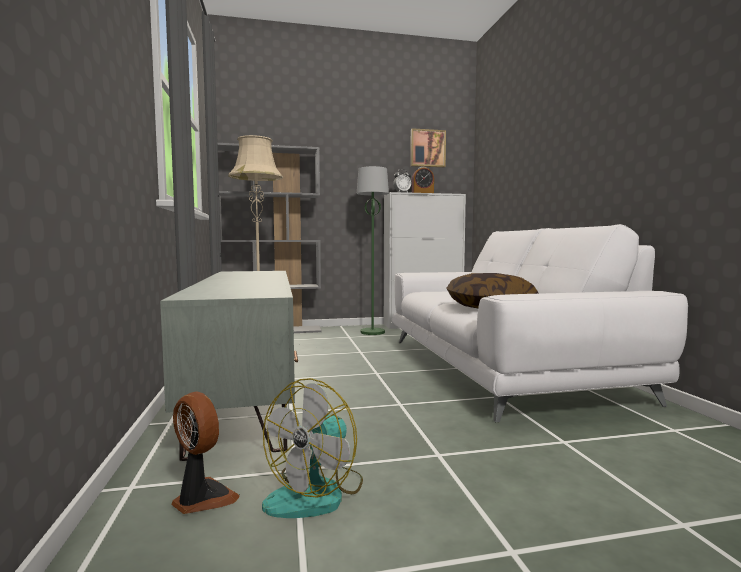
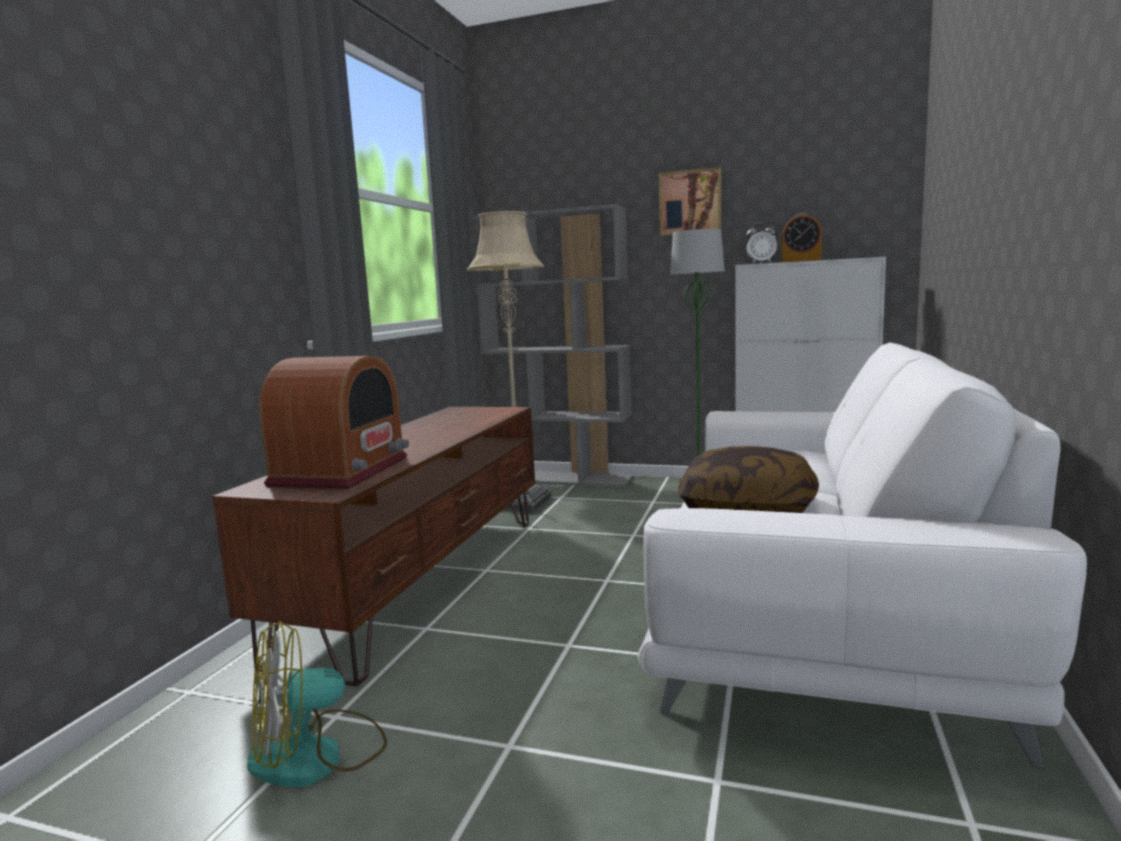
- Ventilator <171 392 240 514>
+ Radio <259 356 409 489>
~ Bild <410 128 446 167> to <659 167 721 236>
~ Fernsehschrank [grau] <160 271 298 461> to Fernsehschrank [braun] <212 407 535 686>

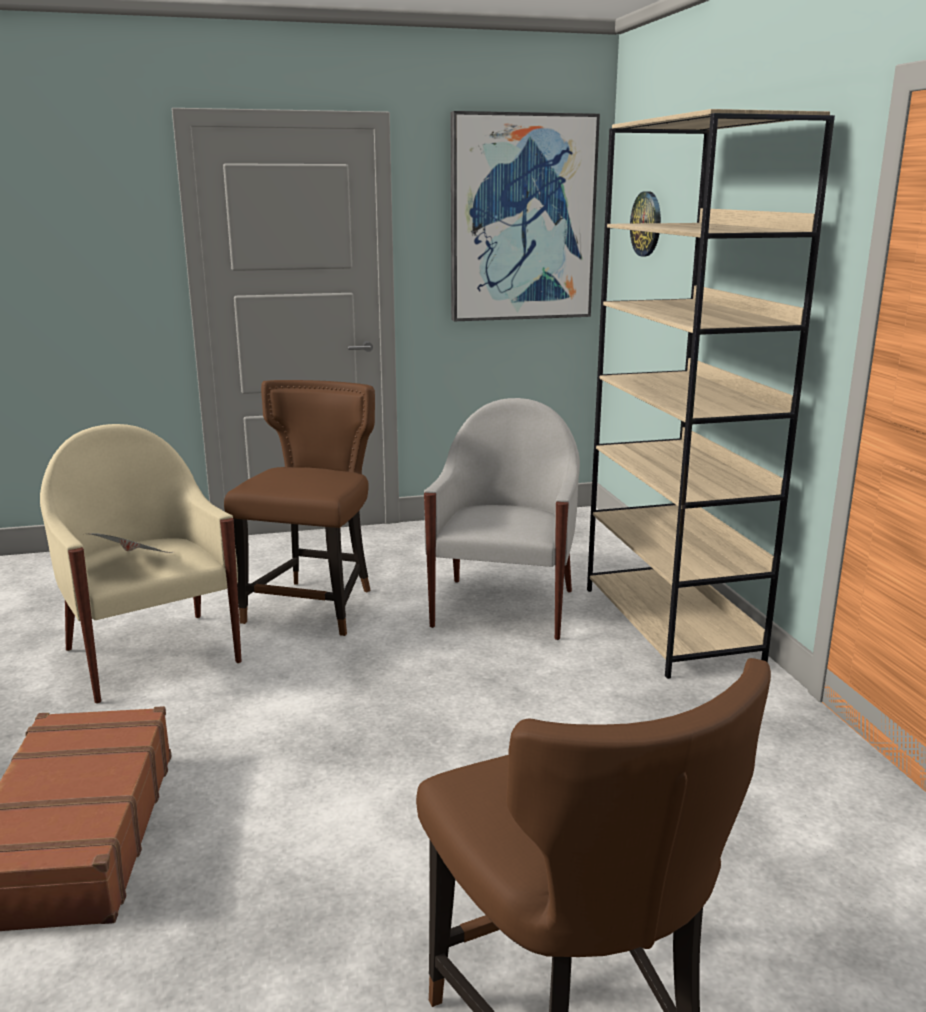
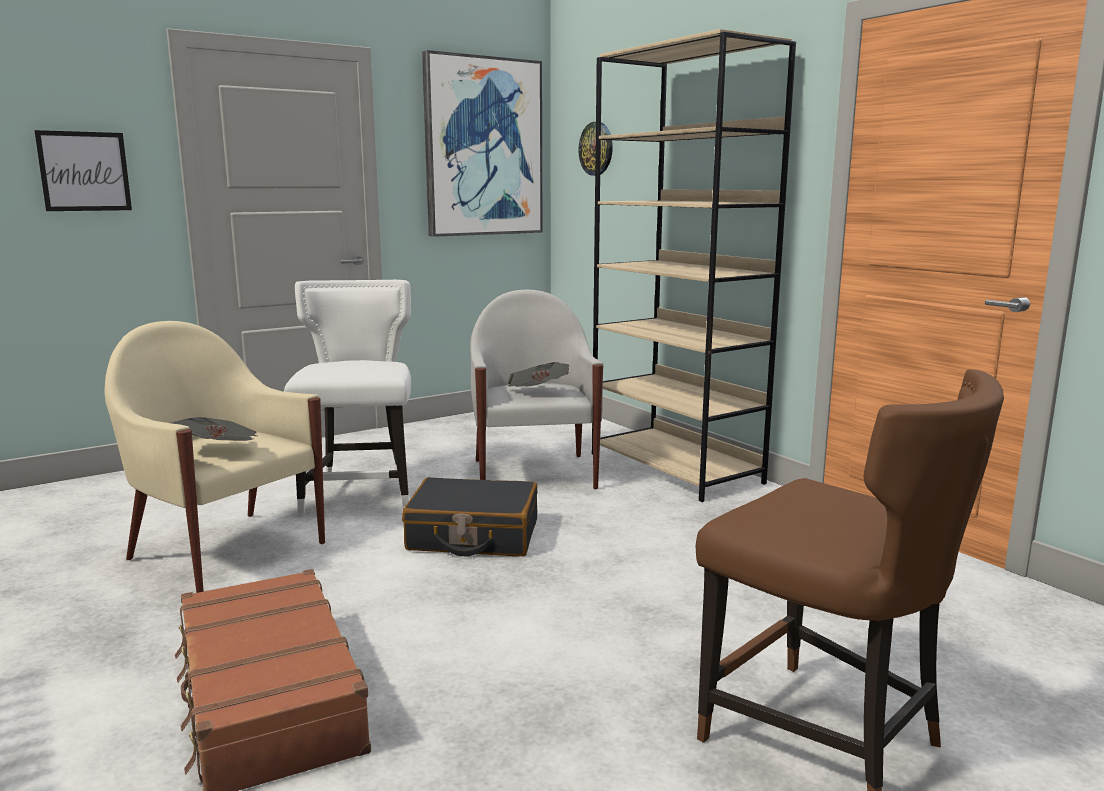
+ Bild <34 130 132 211>
+ Koffer [schwarz] <402 477 537 556>
+ Zeitung <507 362 569 387>
~ Stuhl [braun] <224 380 375 636> to Stuhl [weiß] <284 280 411 515>

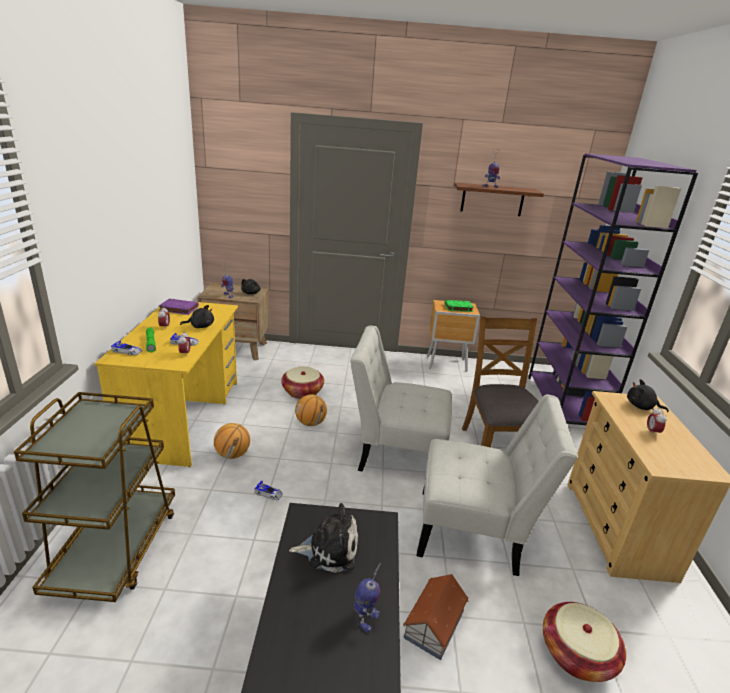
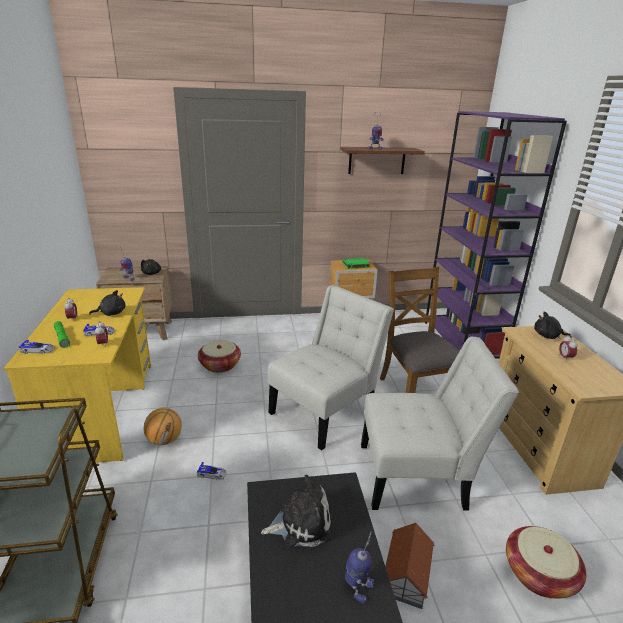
- Buch [lila] <159 299 199 315>
- Basketball <295 394 327 426>
~ Stuhl [weiß] <350 326 452 471> = <268 285 394 451> 135 degrees clockwise

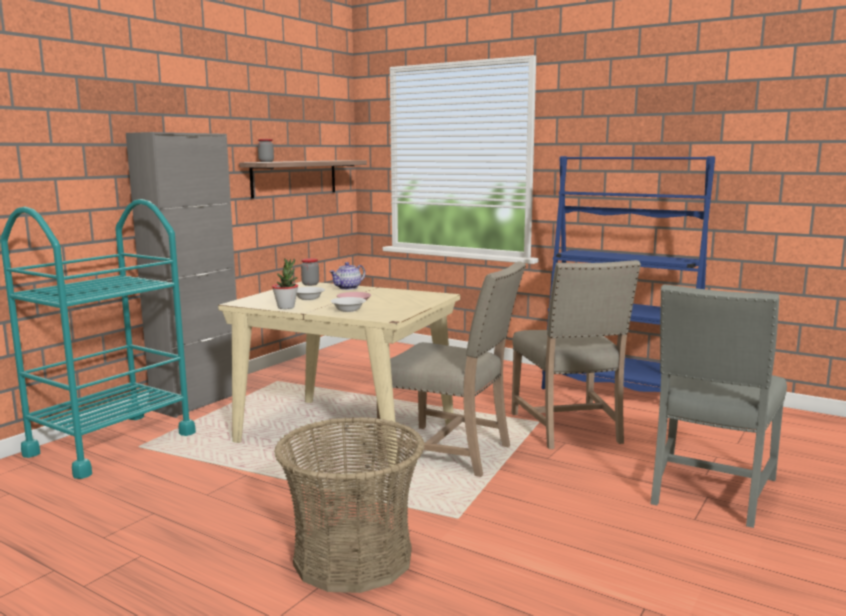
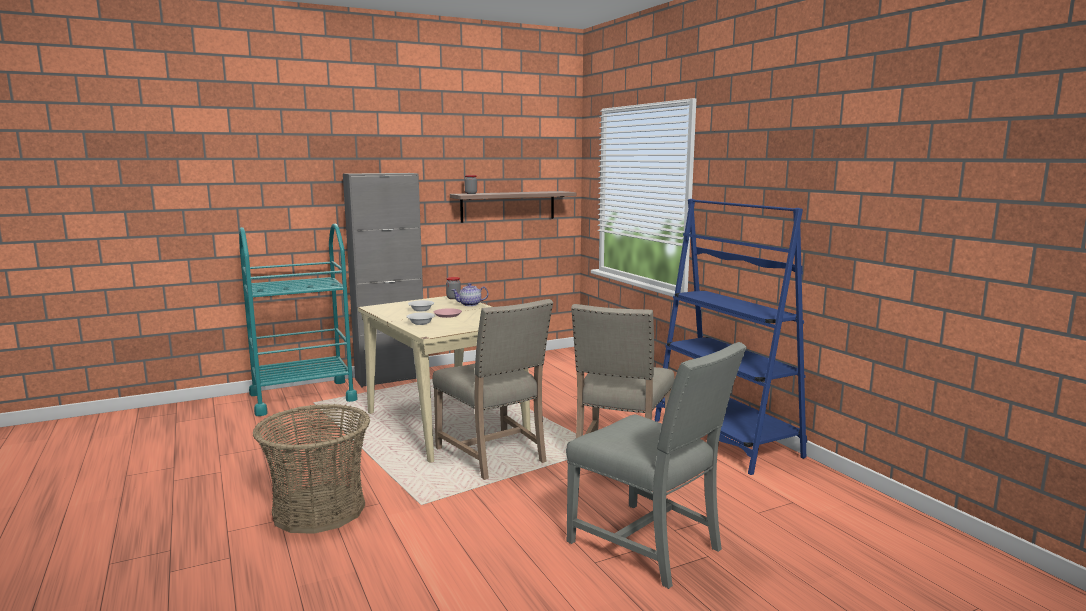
- Topfpflanze <272 258 298 309>
~ Stuhl [grau] <651 284 787 528> = <566 342 747 589> 105 degrees counterclockwise

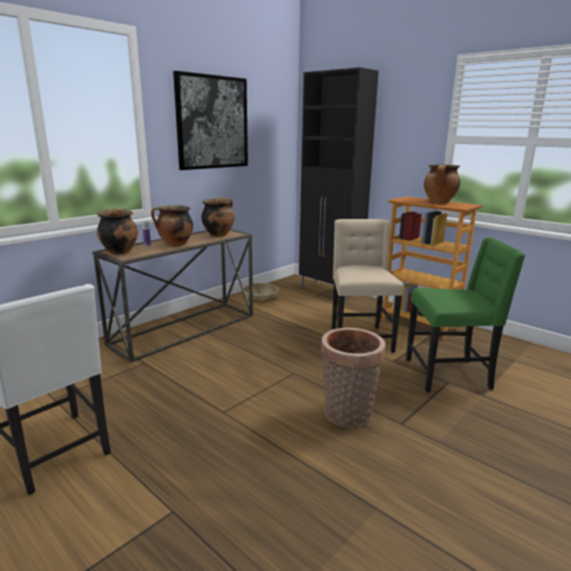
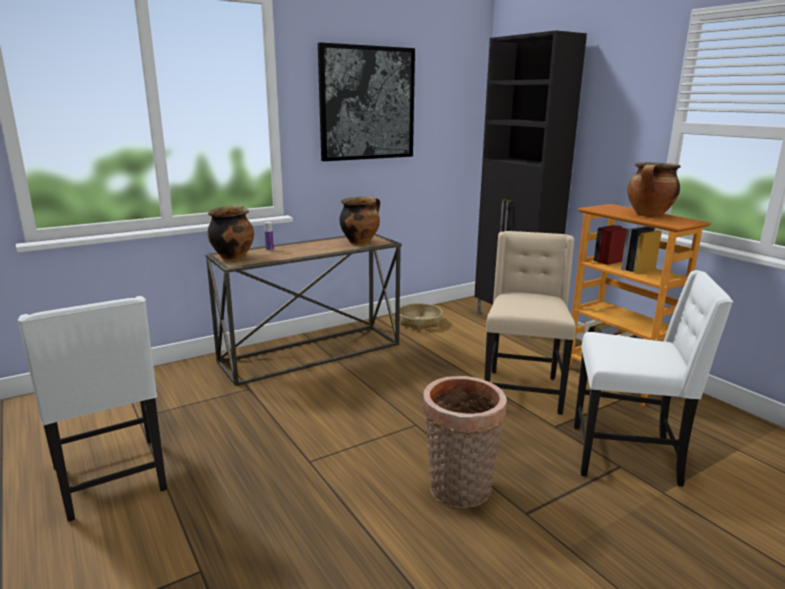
- Kochtopf <151 205 193 246>
~ Stuhl [grün] <406 237 525 392> to Stuhl [weiß] <574 270 733 487>

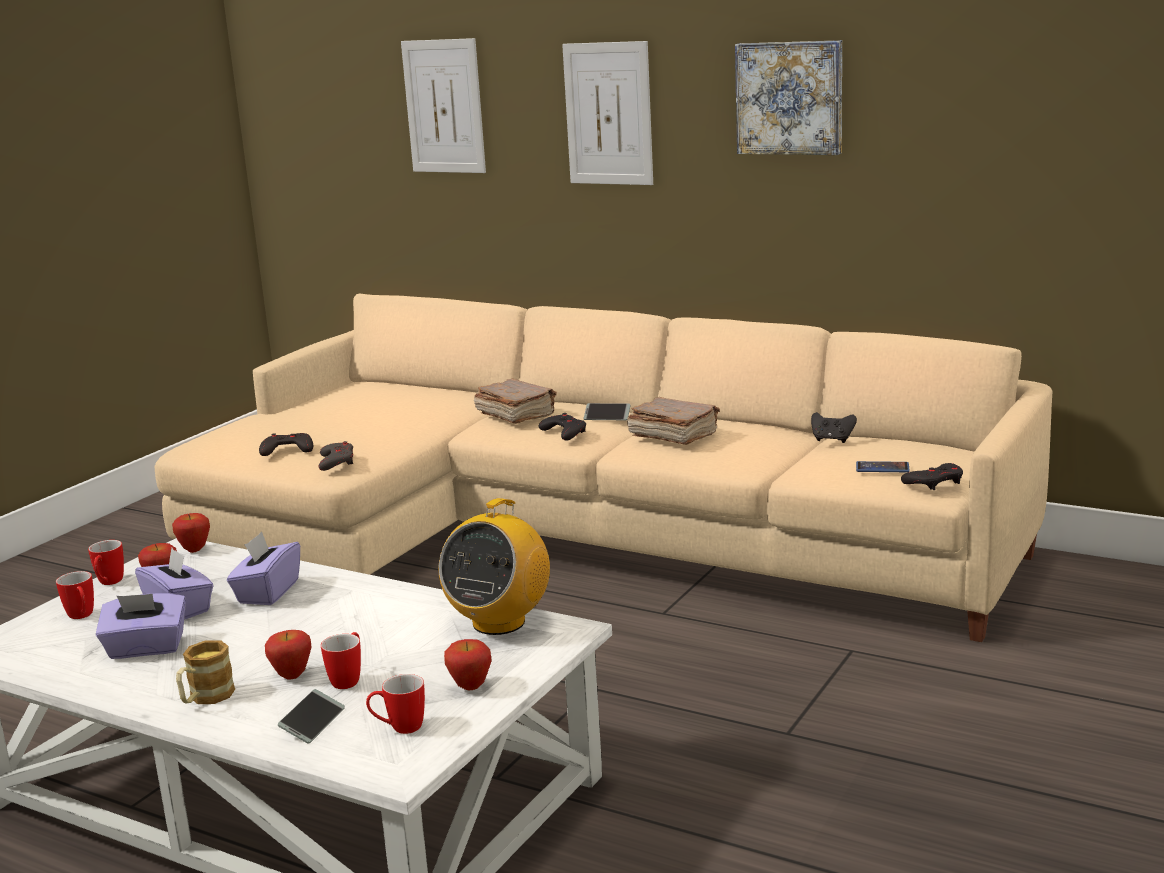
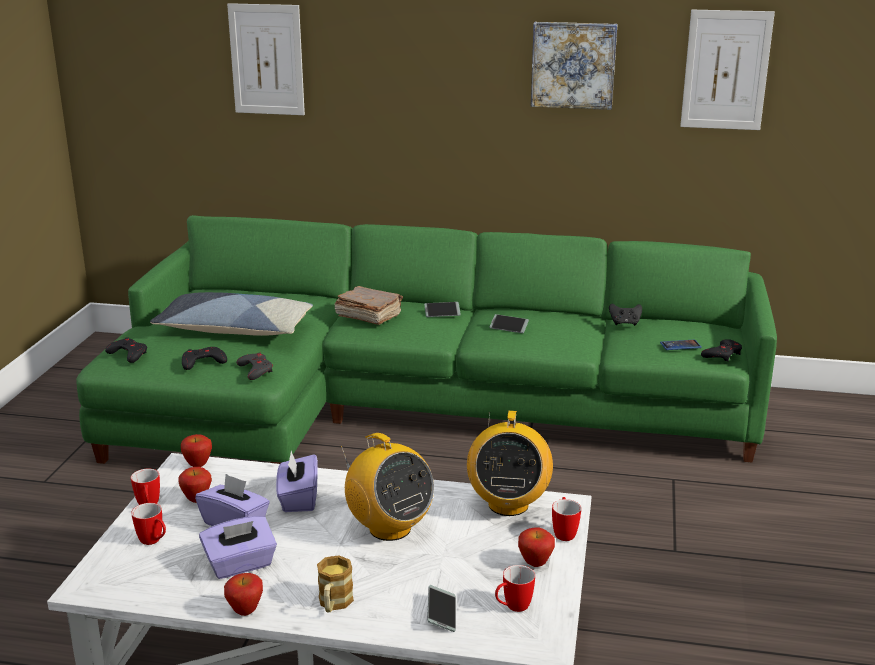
+ Kissen <150 292 313 336>
+ Radio <341 433 434 541>
~ Apfel <265 630 312 679> to <224 573 263 616>
~ Henkelbecher <321 632 361 689> to <552 497 581 541>
~ Gamepad [schwarz] <539 413 586 441> to <105 337 147 363>
~ Bild <562 41 653 185> to <680 10 775 130>
~ Buch [braun] <627 397 720 445> to Handy <490 314 529 333>
~ Sofa [beige] <154 293 1052 642> to Sofa [grün] <76 215 777 464>

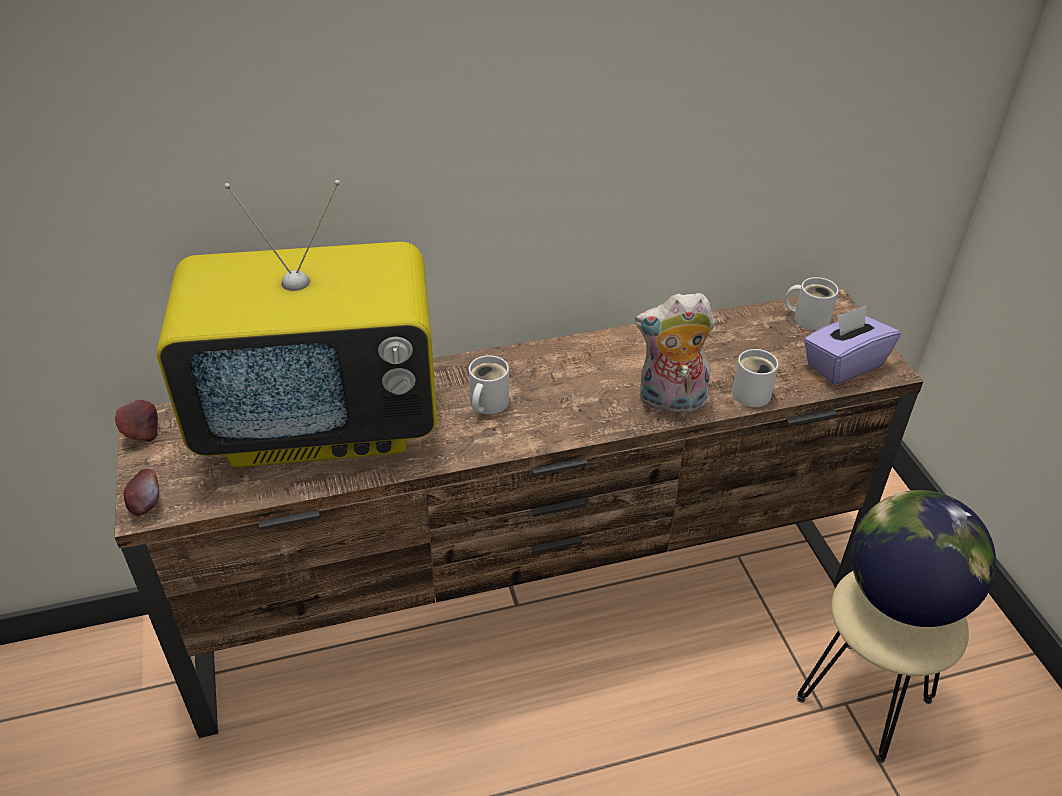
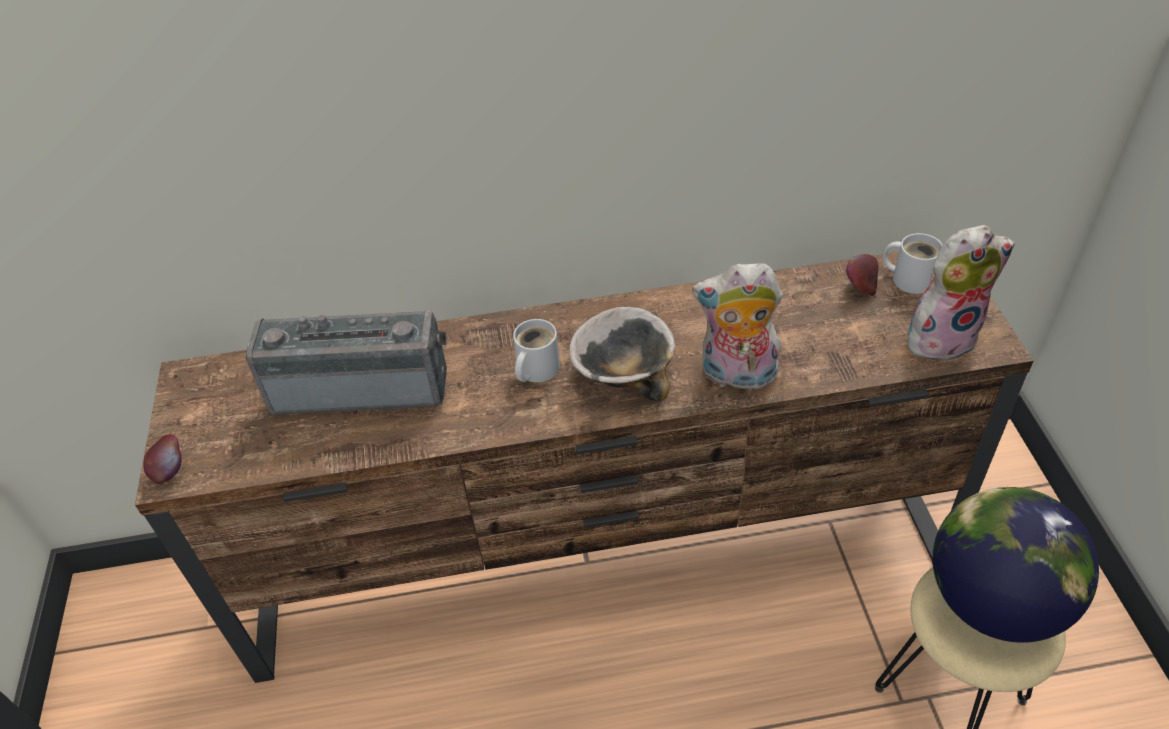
- Henkelbecher [weiß] <732 349 778 407>
+ Schüssel <569 307 675 401>
~ Apfel <115 400 158 442> to <846 254 878 296>
~ Fernseher <157 180 437 467> to Radio <246 309 447 415>
~ Taschentuchbox [lila] <804 305 900 385> to Plüschtier <907 225 1015 361>

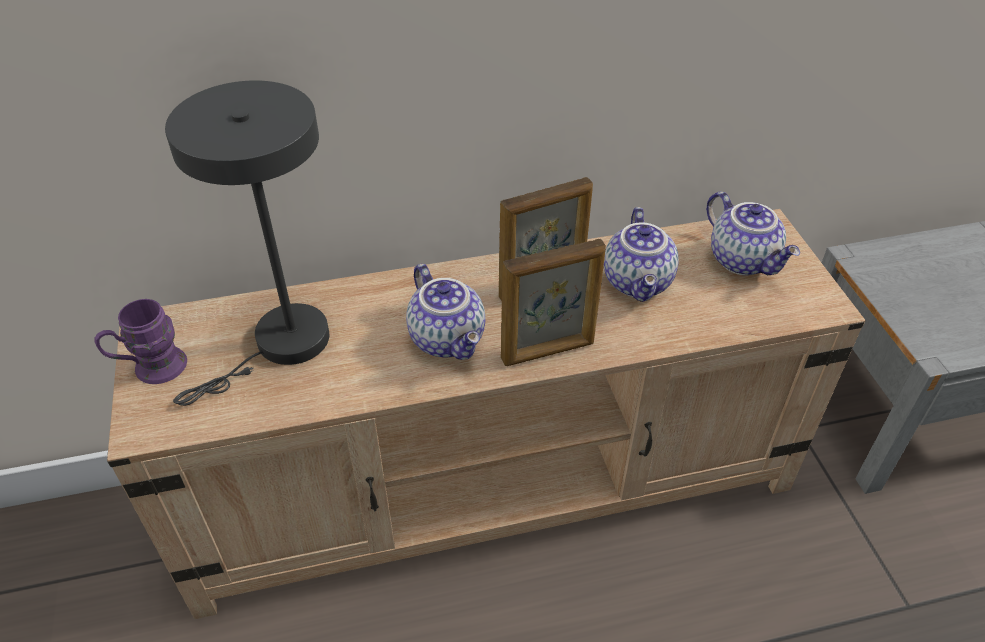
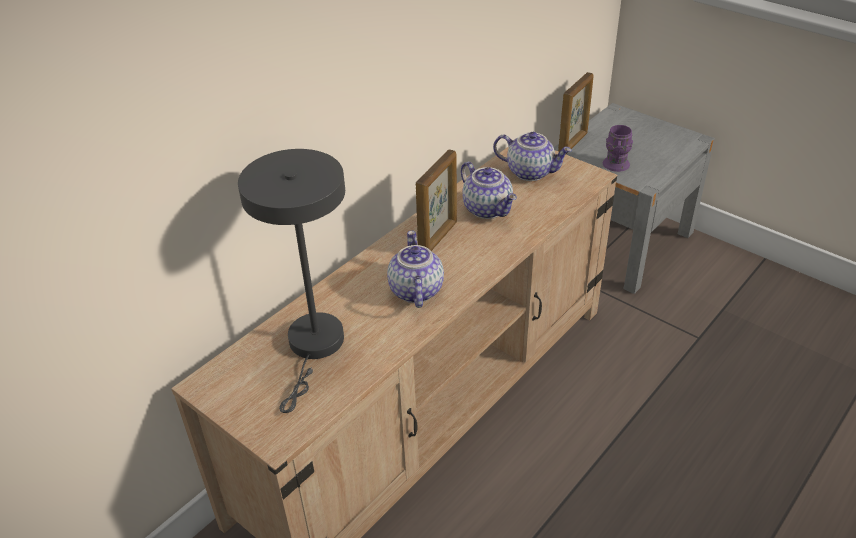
~ Henkelbecher [lila] <94 299 187 384> to <603 125 633 172>
~ Bilderrahmen <501 239 606 366> to <558 72 594 154>
~ Teekanne <406 264 485 360> = <387 231 444 308> 120 degrees counterclockwise

